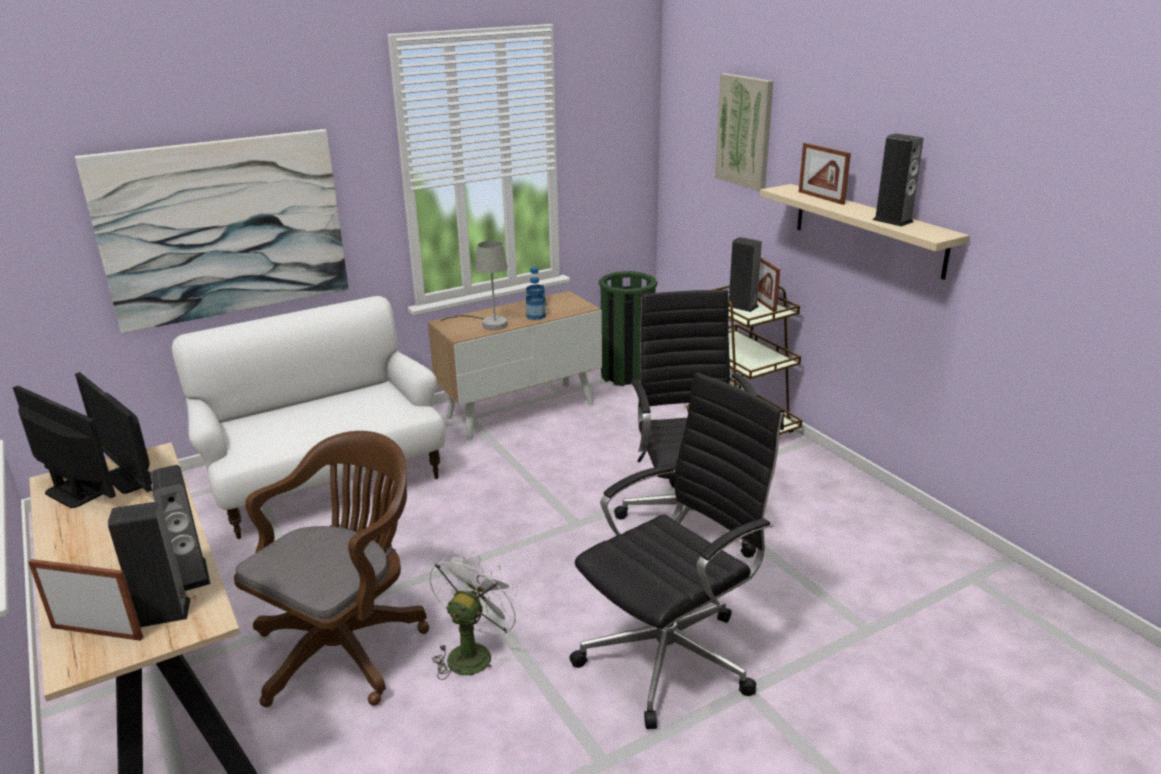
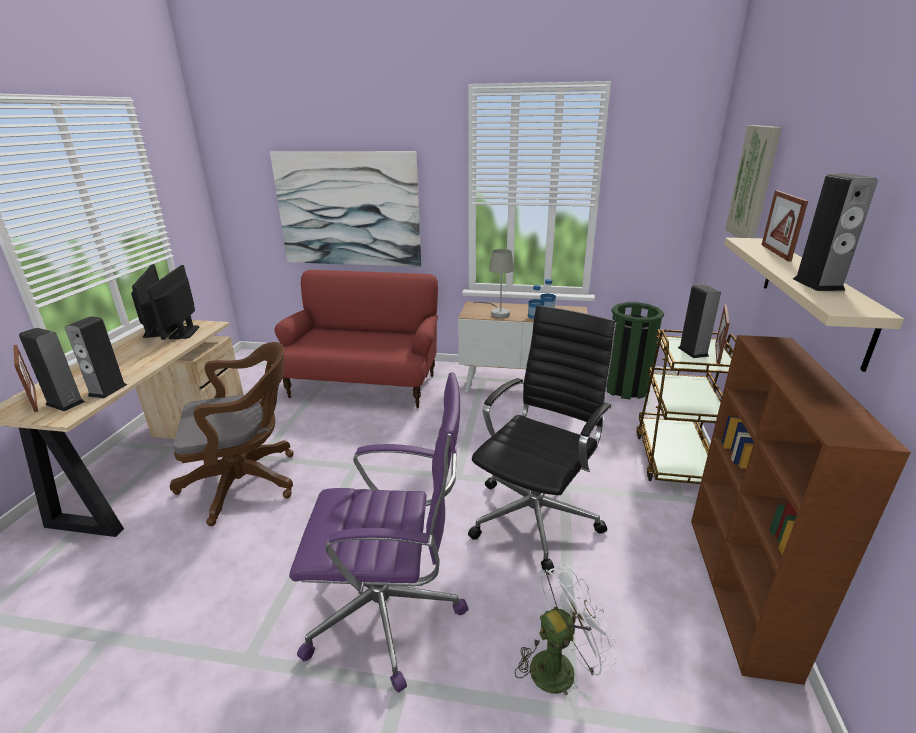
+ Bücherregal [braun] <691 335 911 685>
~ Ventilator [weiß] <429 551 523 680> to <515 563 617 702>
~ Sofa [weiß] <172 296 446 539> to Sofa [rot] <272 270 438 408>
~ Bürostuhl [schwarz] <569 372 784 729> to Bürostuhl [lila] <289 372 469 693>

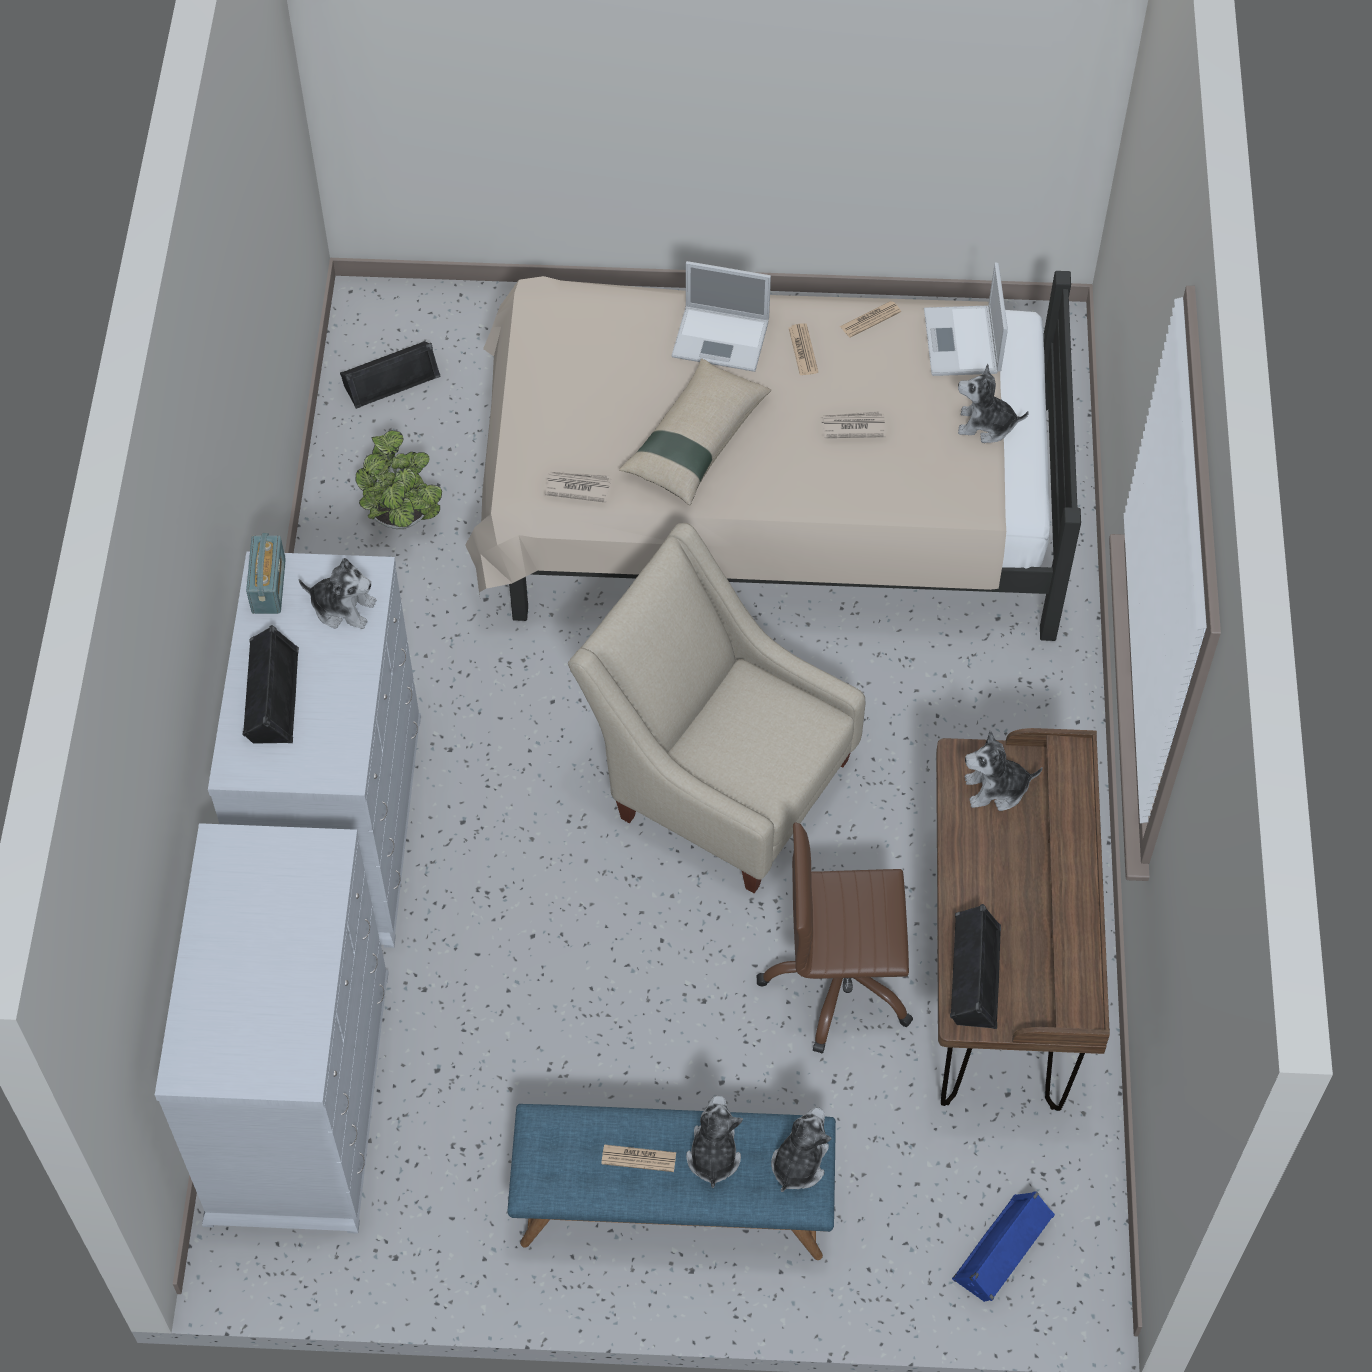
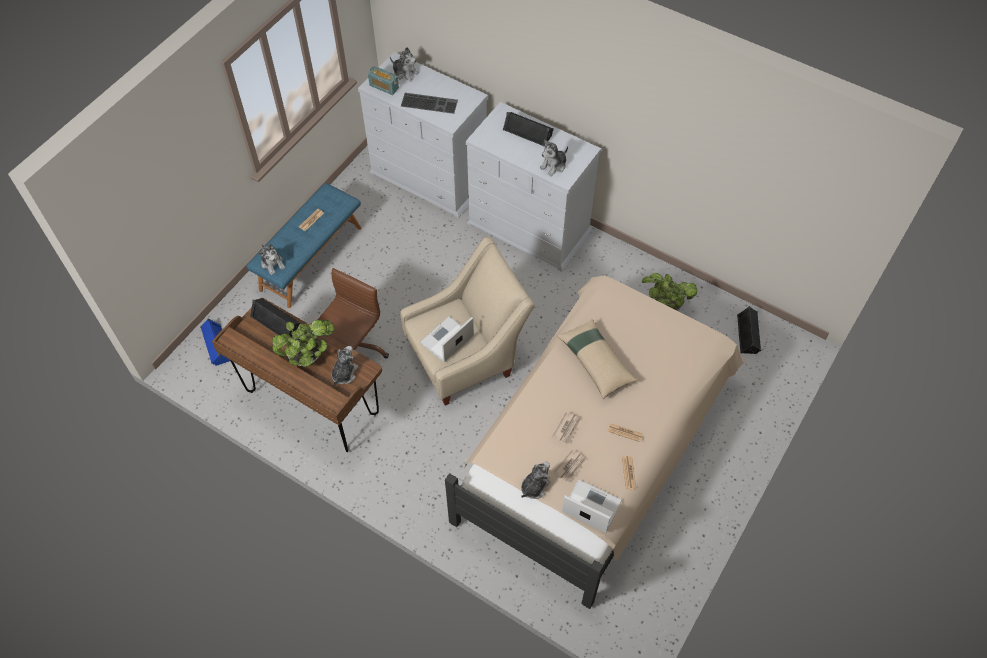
+ Topfpflanze <272 320 334 367>
+ Tastatur <401 93 458 114>
~ Radio <246 533 286 614> to <368 66 399 95>
~ Zeitung <545 472 611 503> to <553 449 586 483>
~ Laptop <672 261 771 372> to <420 316 474 362>
~ Plüschtier <686 1095 743 1188> to <390 47 419 82>

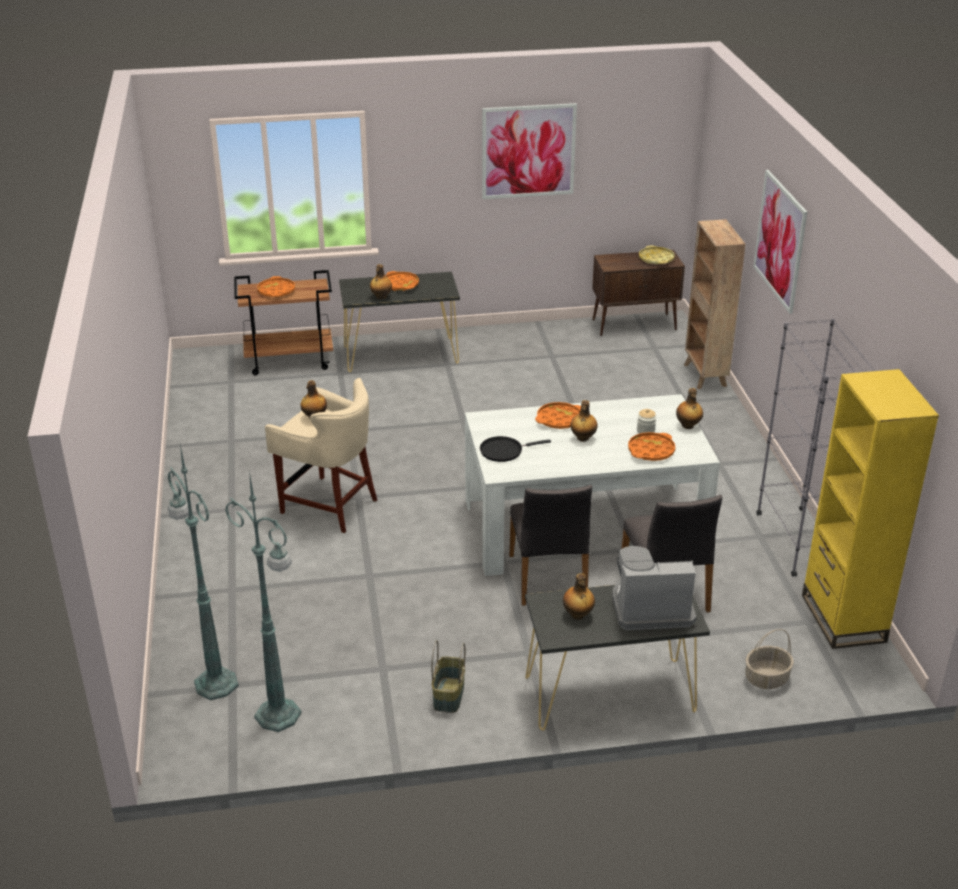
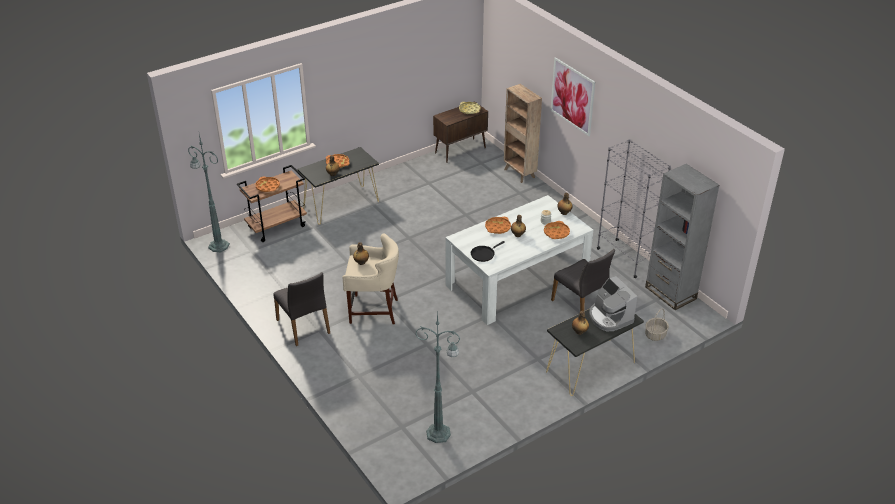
- Korb <431 640 465 713>
- Bild <482 103 577 199>
~ Stehlampe [grün] <167 445 239 700> to <188 134 230 252>
~ Stuhl [grau] <509 485 592 606> to <273 272 330 346>
~ Bücherregal [gelb] <802 369 939 649> to Bücherregal [grau] <645 164 720 310>
~ Kaffeemaschine <612 546 696 630> = <589 276 637 331> 90 degrees counterclockwise

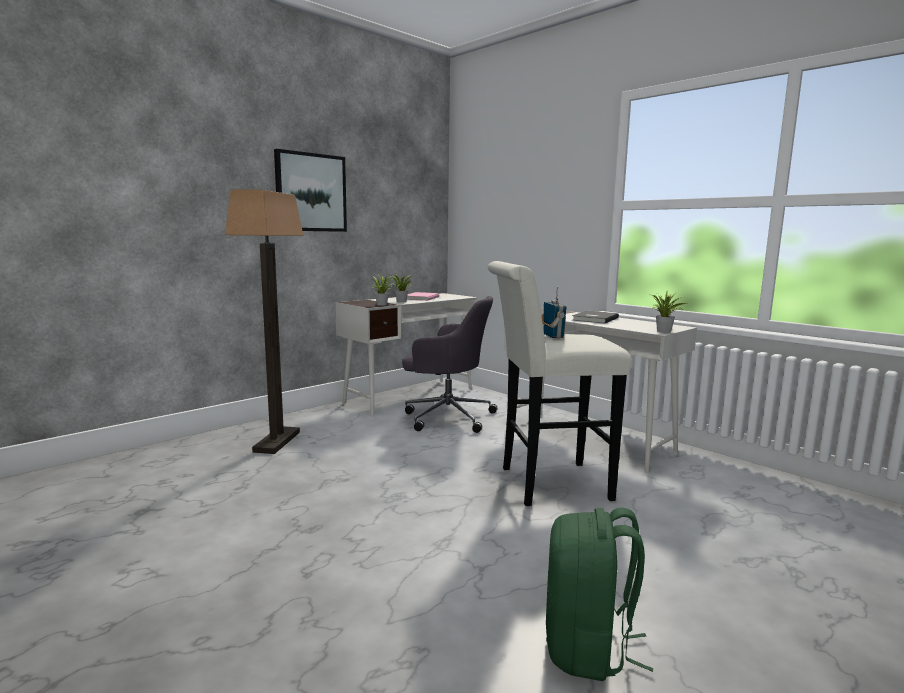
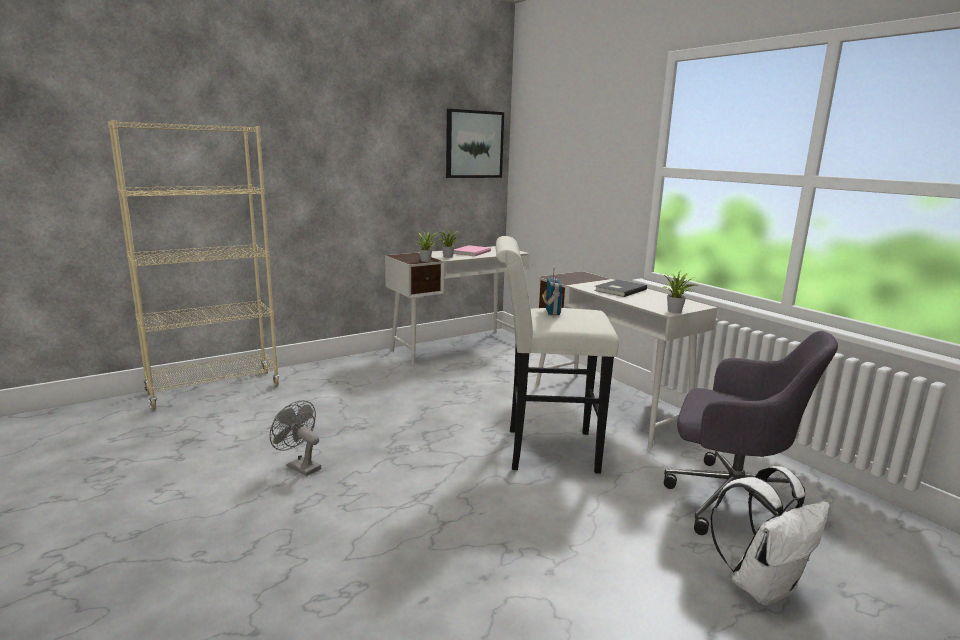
- Stehlampe <225 189 303 454>
- Rucksack [grün] <546 508 653 681>
+ Bücherregal [beige] <108 120 280 410>
+ Ventilator [grau] <270 400 321 476>
+ Rucksack [weiß] <710 466 830 605>
~ Bild <274 149 347 232> to <446 109 504 178>
~ Bürostuhl [grau] <402 296 497 433> to <664 331 838 535>

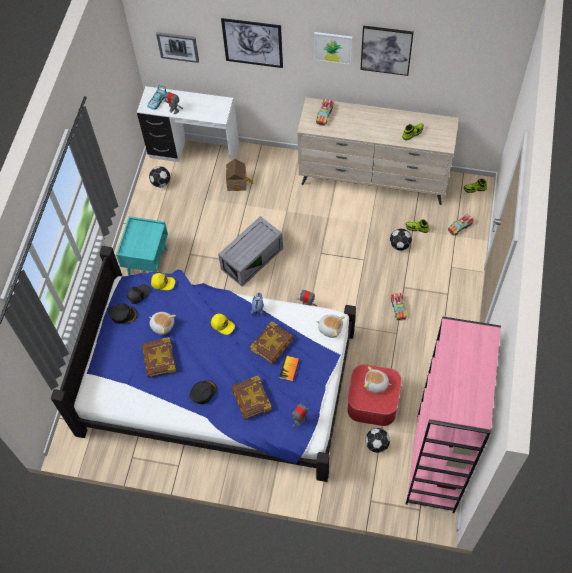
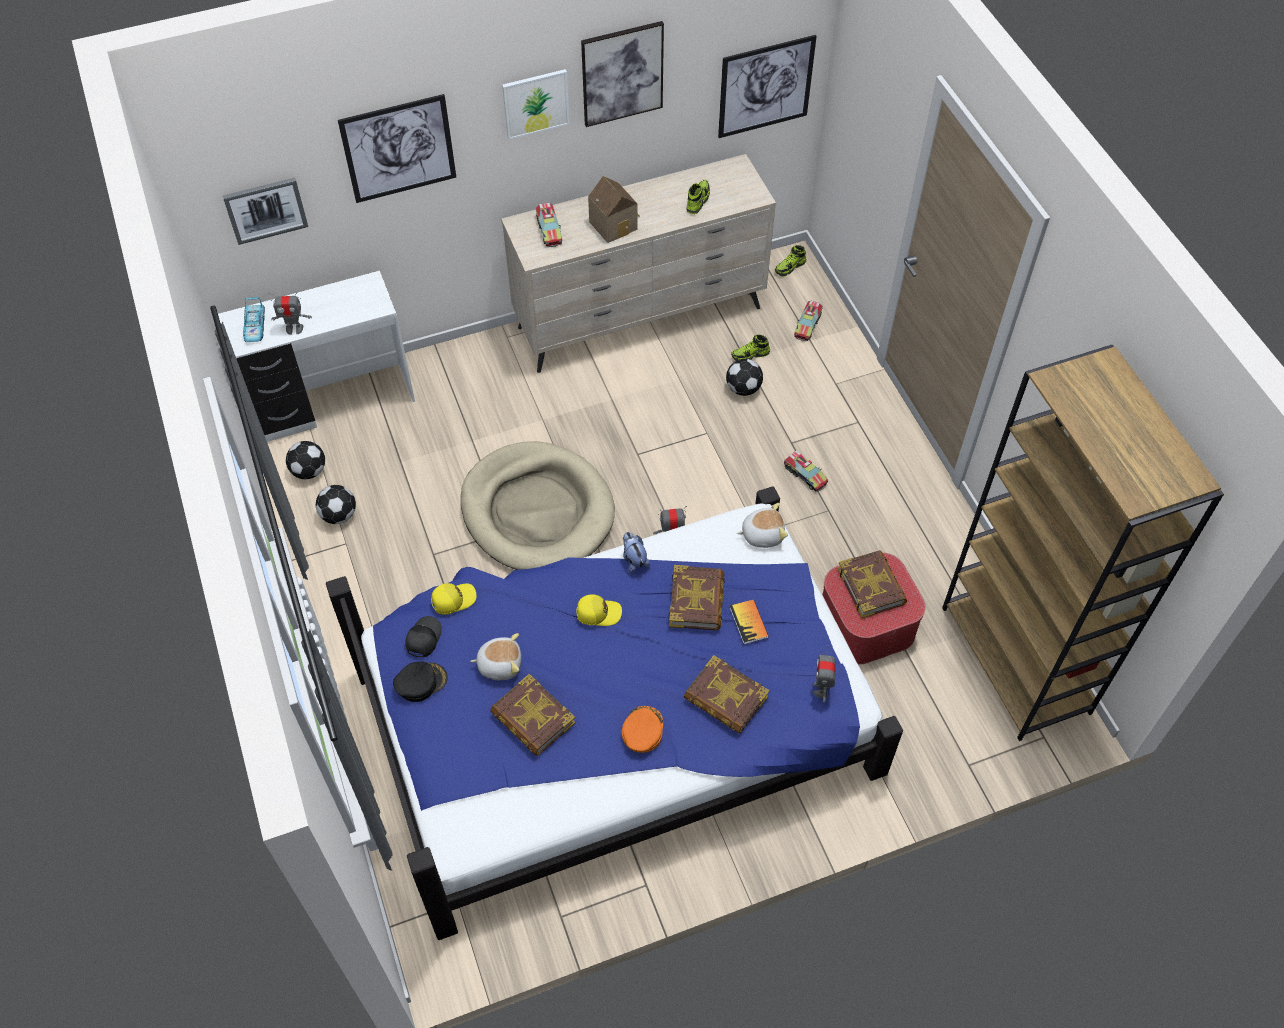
- Nachttisch [türkis] <116 216 168 276>
+ Bild <718 35 817 138>
~ Spielzeughaus <226 159 253 191> to <588 176 640 243>
~ Fußball <365 428 390 453> to <316 485 356 524>
~ Aufbewahrungsbox [grau] <218 216 283 287> to Hundebett [beige] <461 441 615 570>
~ Plüschtier <364 366 392 393> to Buch <838 550 907 618>
~ Kappe [schwarz] <189 380 217 404> to Kappe [orange] <622 706 663 753>
~ Bücherregal [rosa] <406 317 501 513> to Bücherregal [braun] <942 345 1224 741>

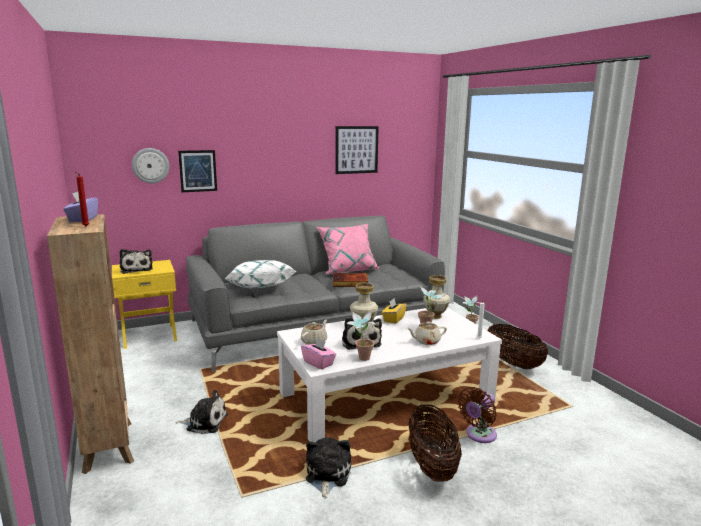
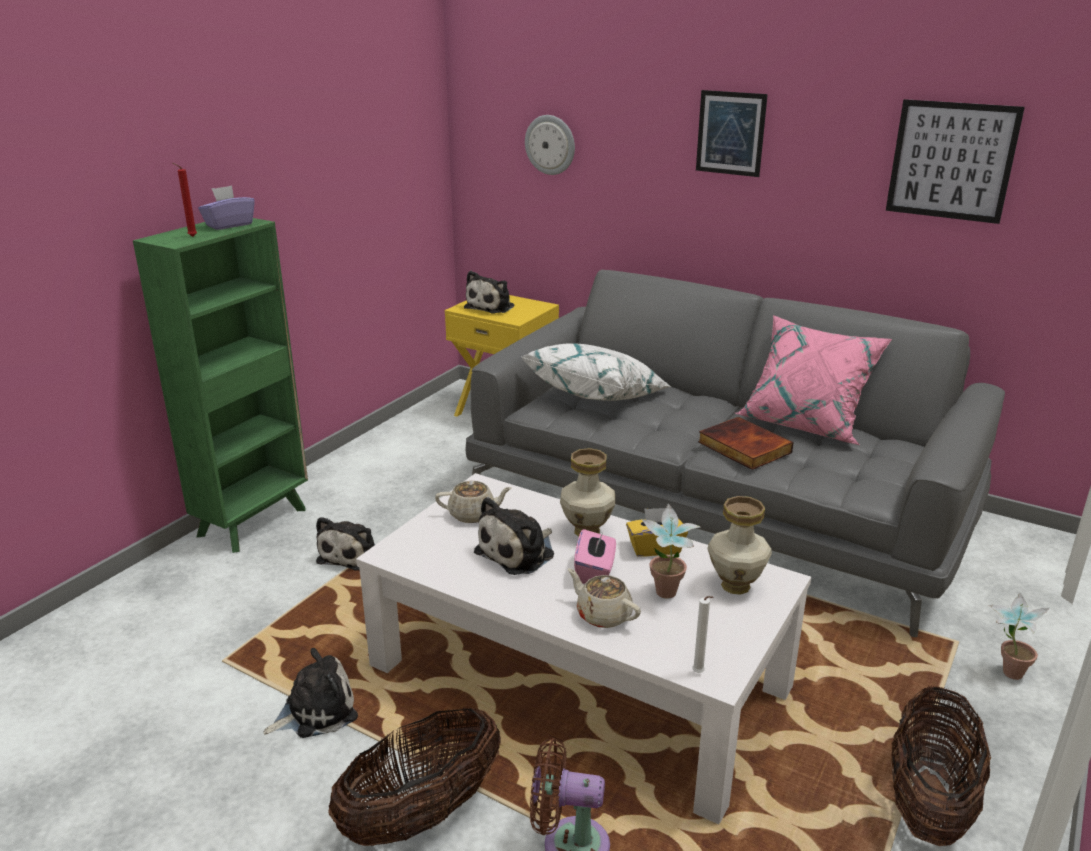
- Topfpflanze <346 310 376 361>
~ Bild <178 150 217 192> to <696 90 768 177>
~ Taschentuchbox [rosa] <301 338 336 369> to <574 528 616 584>
~ Bücherregal [braun] <47 214 134 474> to Bücherregal [grün] <133 218 308 553>
~ Plüschtier <176 390 228 434> = <316 517 375 571> 45 degrees clockwise

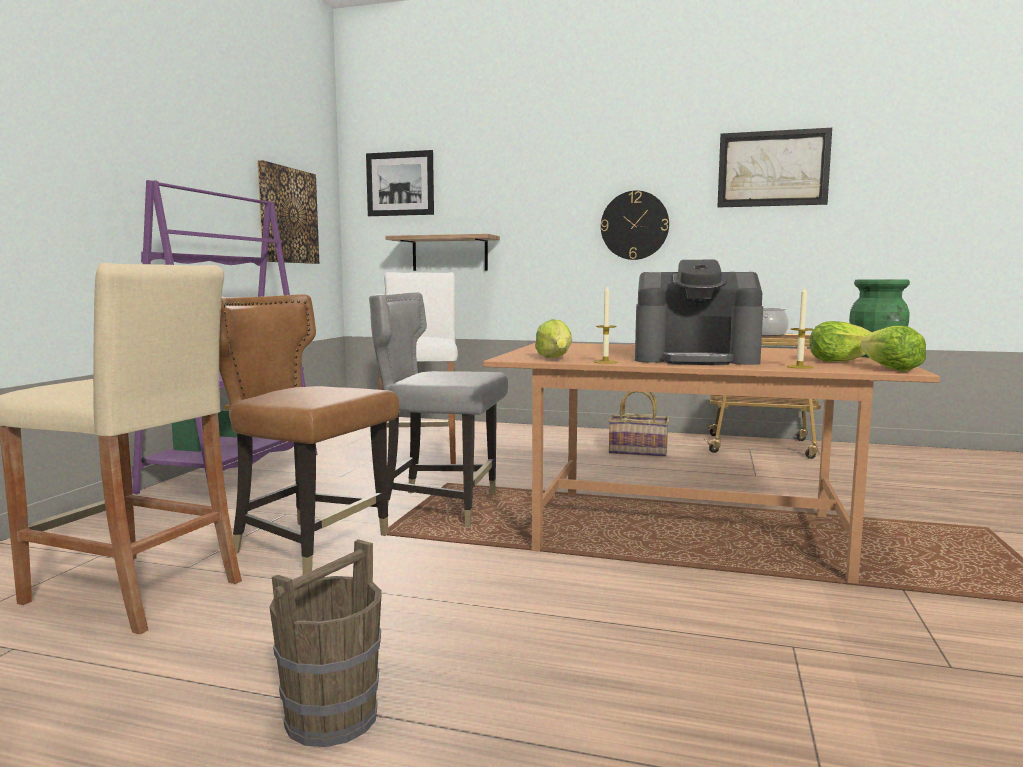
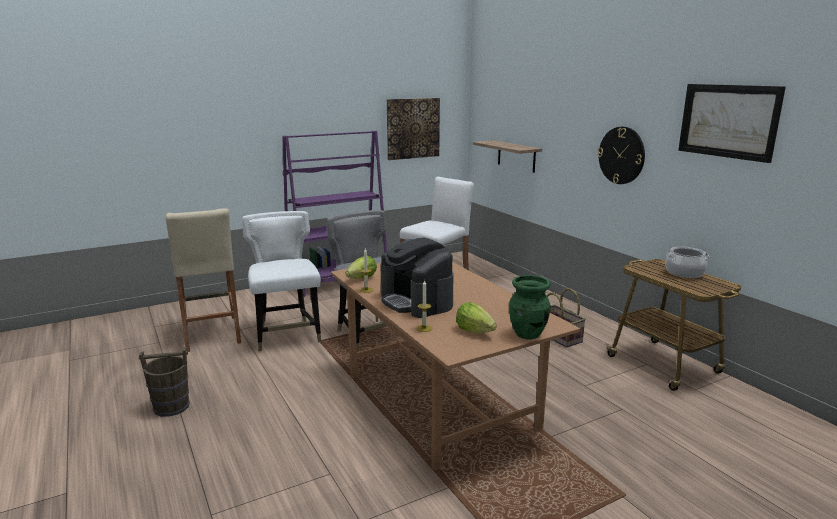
- Bild <366 150 434 216>
- Salatkopf <860 326 926 371>
~ Stuhl [braun] <219 294 399 575> to Stuhl [weiß] <242 211 321 351>

